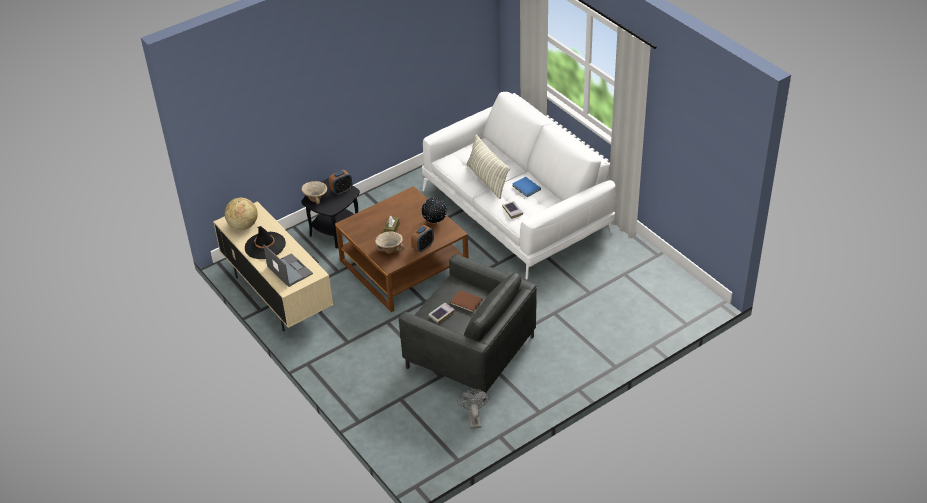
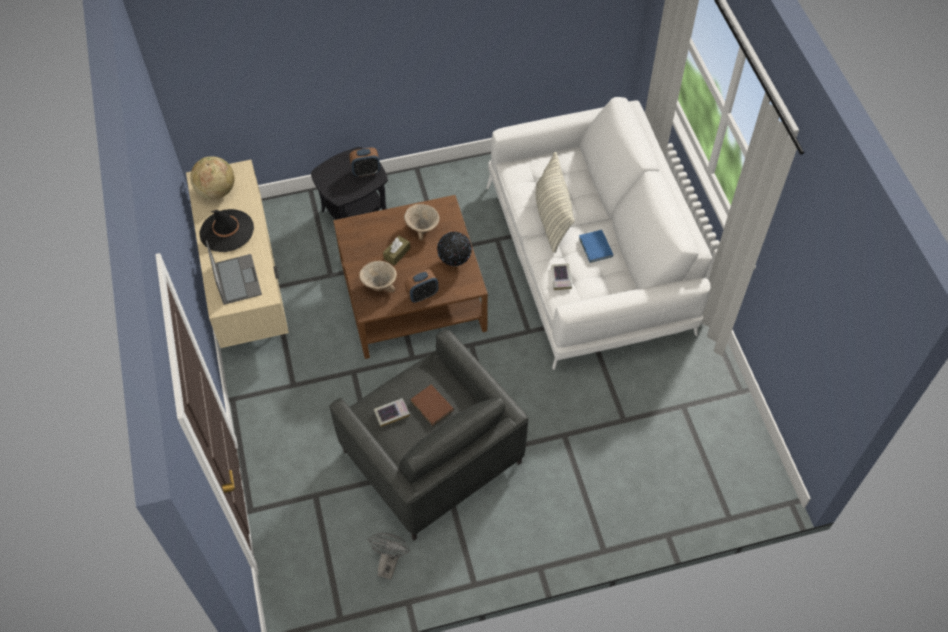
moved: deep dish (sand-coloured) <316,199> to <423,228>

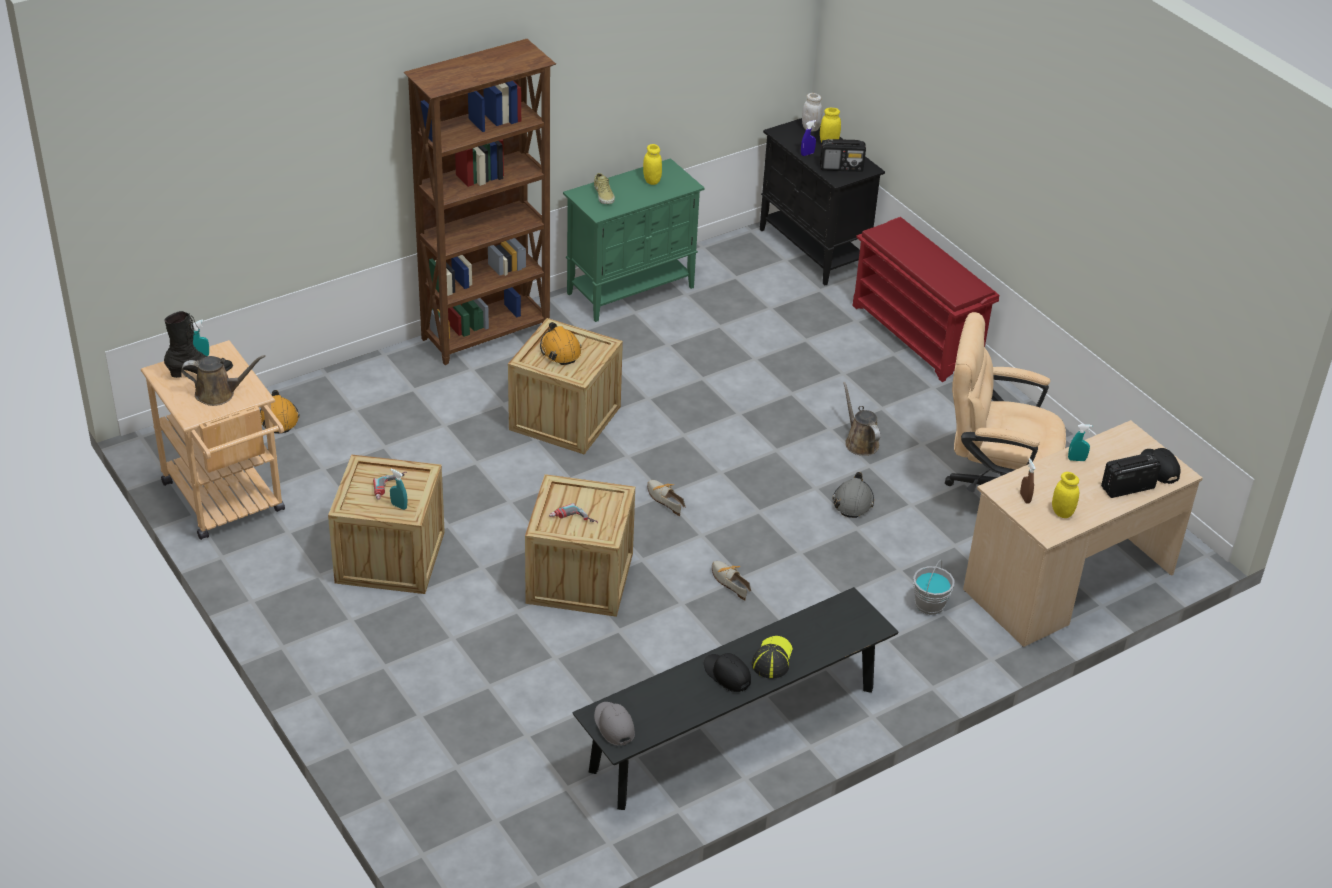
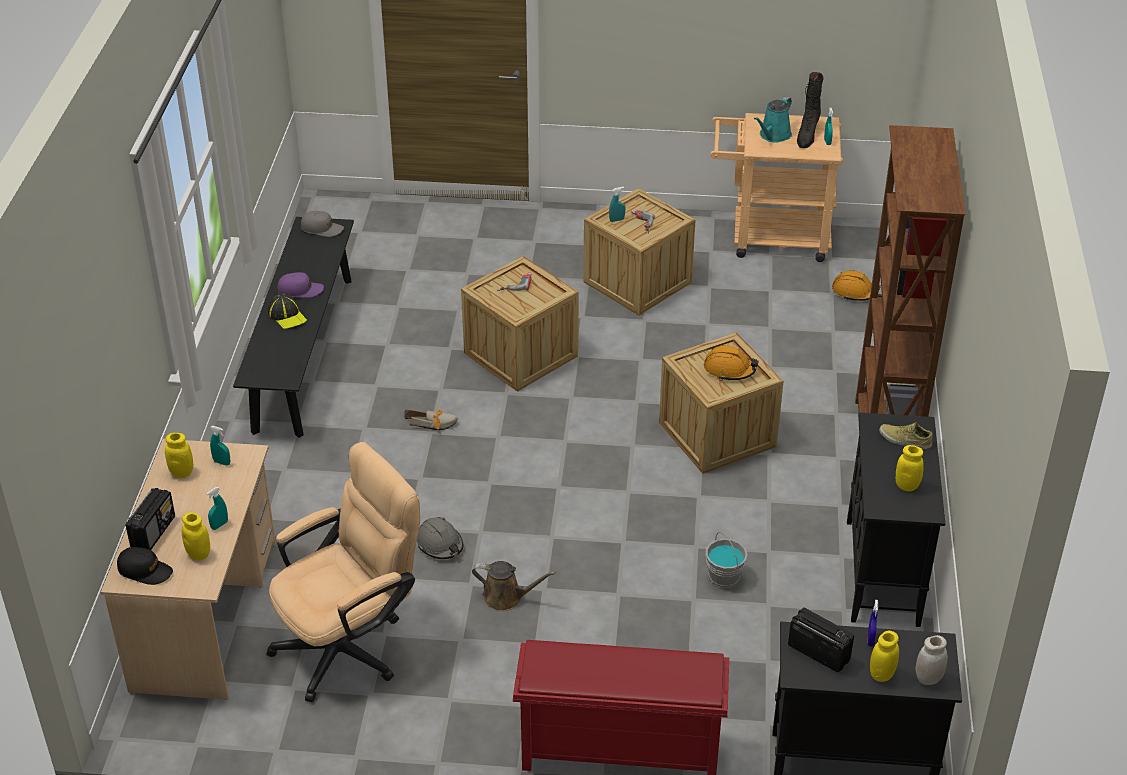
removed: item of footwear <664,498>
added: storage jar (yellow) <198,554>
moved: pail (greyish) <930,604> to <723,577>
recoloured: watering can (brown) <219,393> to watering can (turquoise-coloured) <773,136>; cupboard (greenish) <631,290> to cupboard (blackish) <882,573>; baseball cap (blackish) <727,675> to baseball cap (purple) <300,290>; spray bottle (brown) <1025,498> to spray bottle (turquoise-coloured) <222,462>
turned: radio receiver <841,167> = <818,652> 90 degrees clockwise

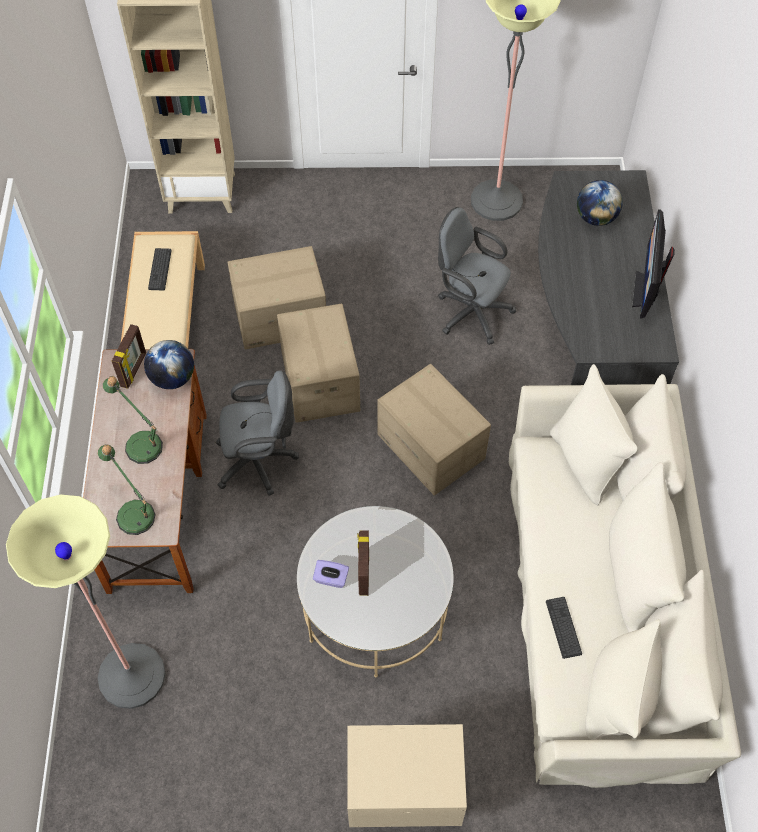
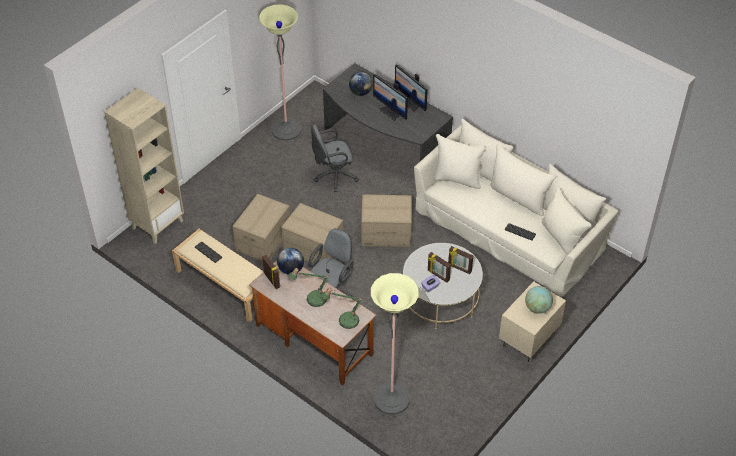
added: computer screen <391,112>; picture frame <459,268>; world globe <537,308>

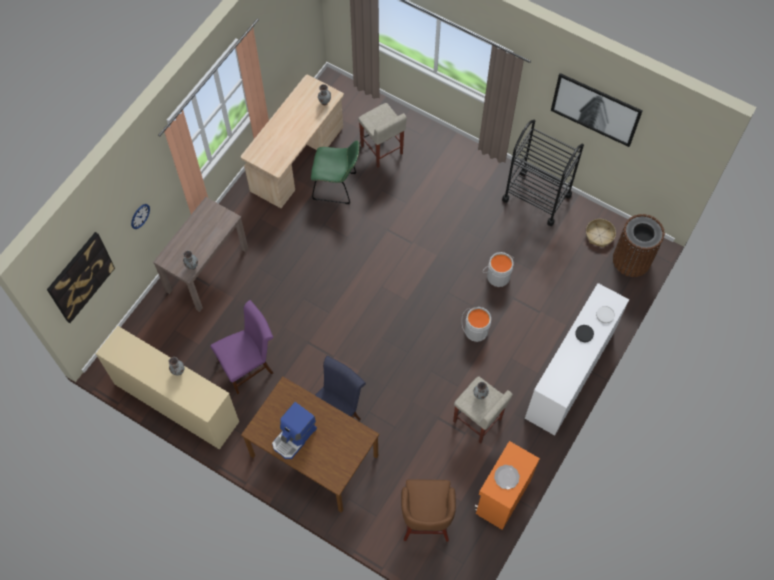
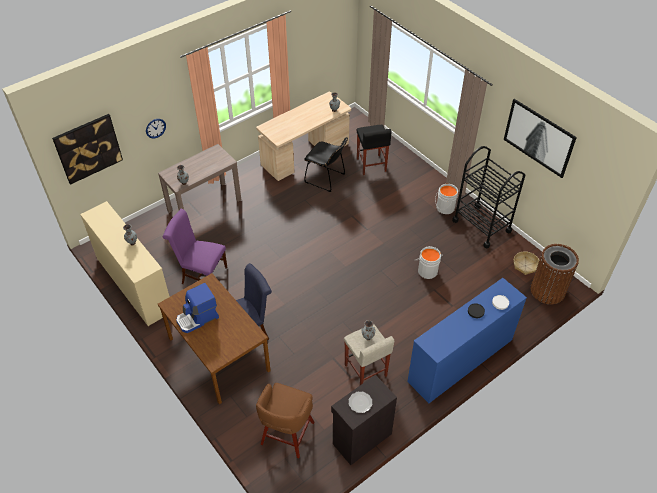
moved: pail (greyish) <475,331> to <444,208>
recoloured: upright chair (greenish) <337,186> to upright chair (blackish) <326,179>; stool (sand-coloured) <382,150> to stool (blackish) <371,165>; cupboard (orangey) <501,497> to cupboard (blackish) <361,438>; chest of drawers (white) <569,375> to chest of drawers (blue) <460,360>
turned: upright chair (purple) <249,365> = <201,275> 150 degrees counterclockwise

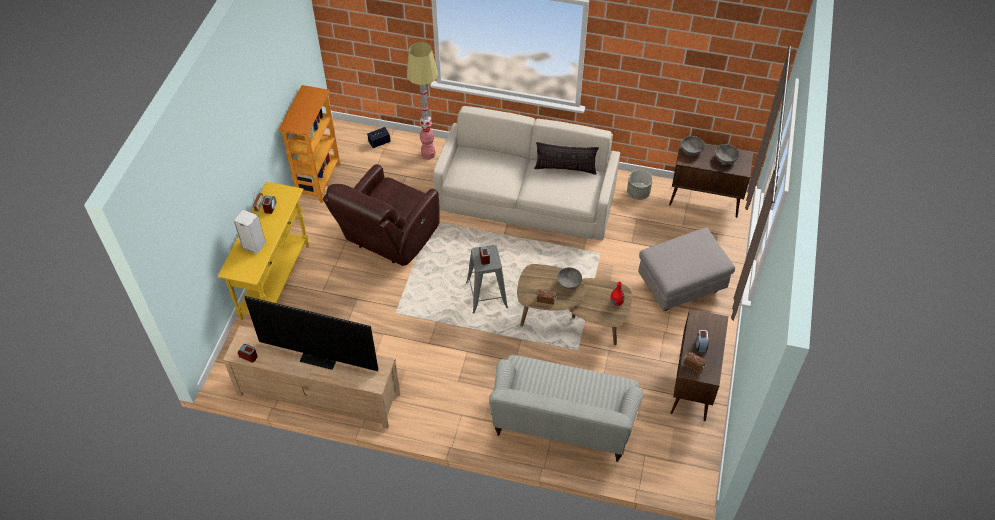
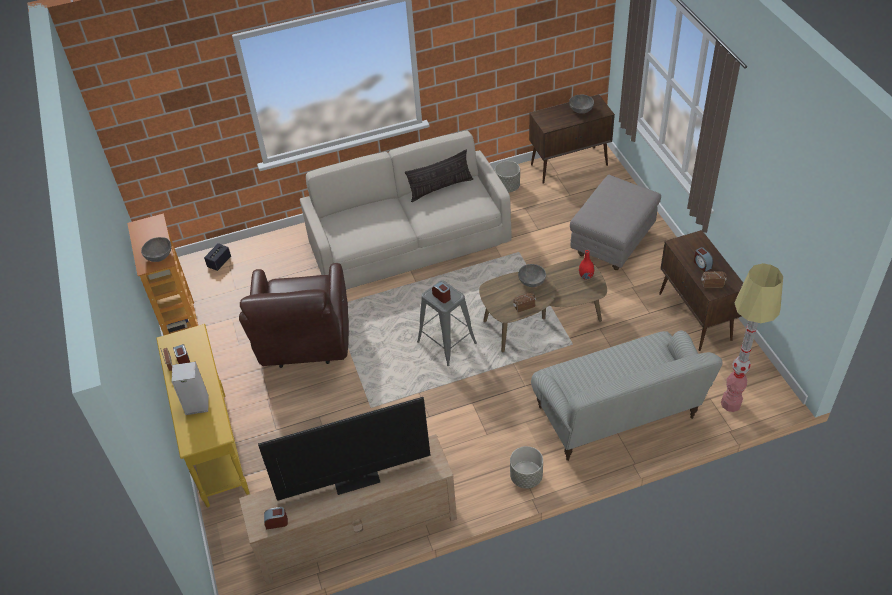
added: planter (greyish) <526,477>
moved: floor lamp <428,154> to <731,403>; deep dish (greyish) <691,150> to <159,255>

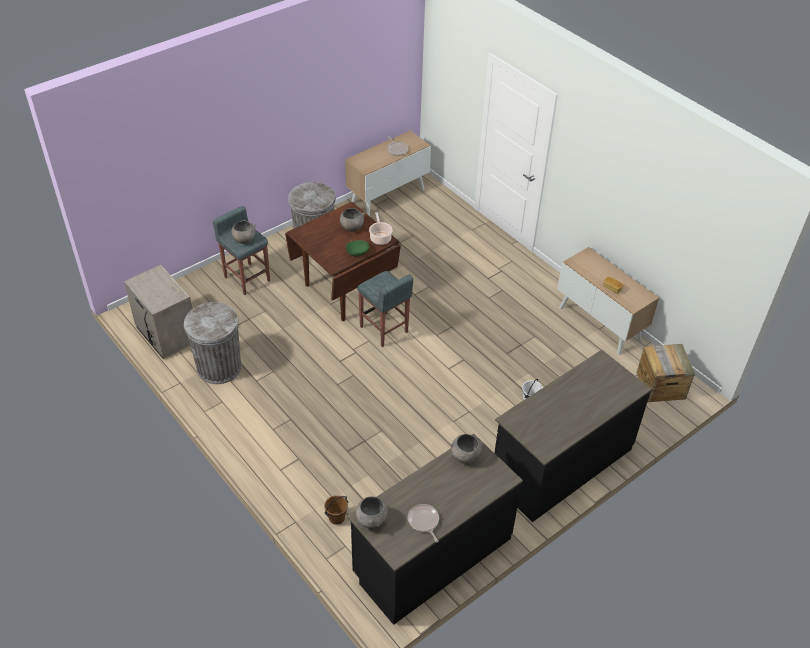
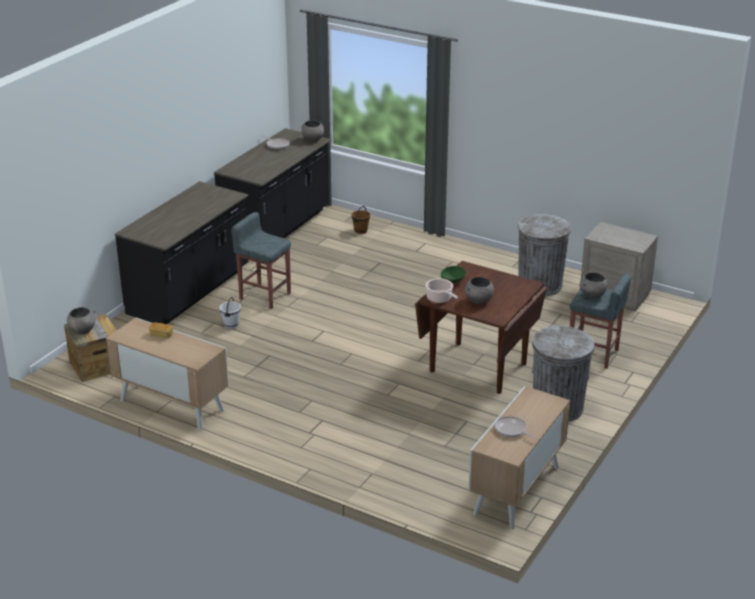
moved: stool (greyish) <384,330> to <264,296>; deep dish (greyish) <465,457> to <82,330>

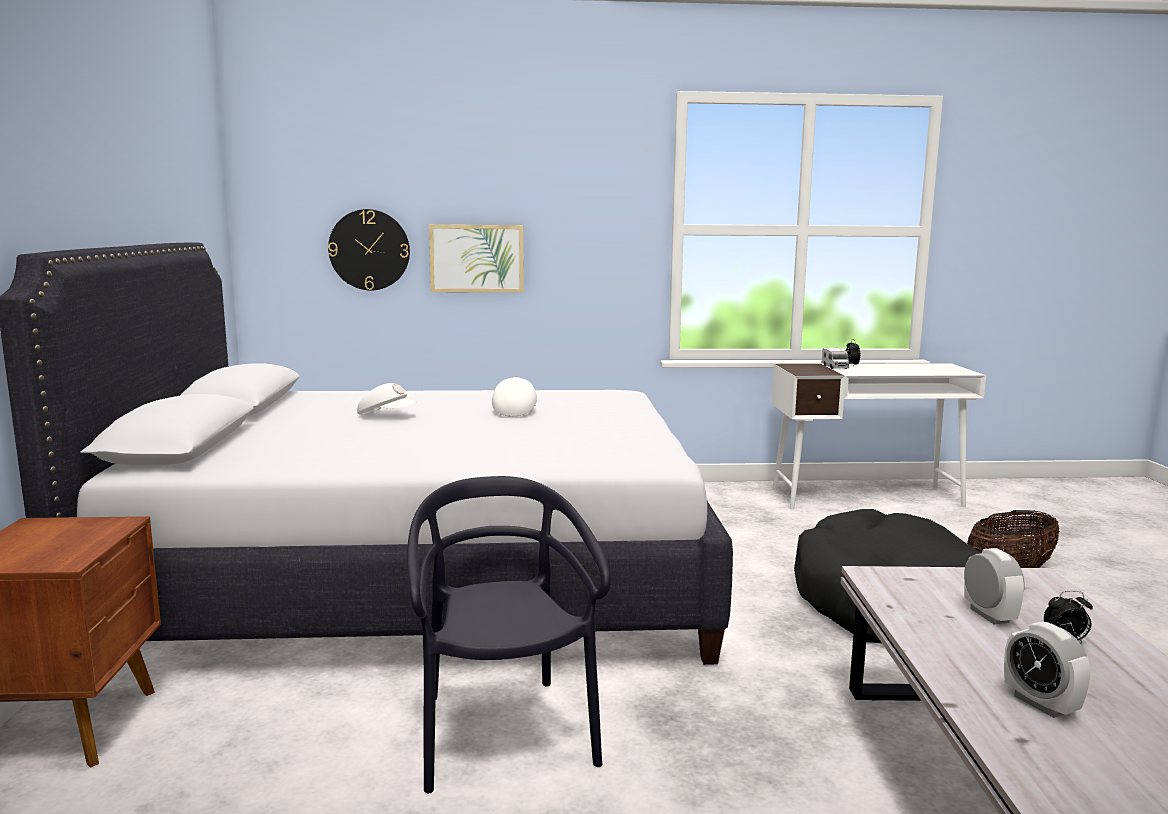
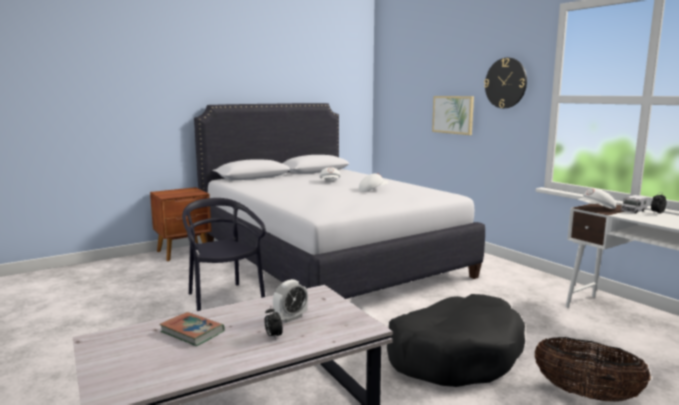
added: baseball cap (white) <596,209>
moved: wall clock <369,250> to <505,83>
replaced: bedside clock <1040,704> to bound book <192,332>
turned: upright chair (blackish) <502,734> = <223,300> 75 degrees counterclockwise

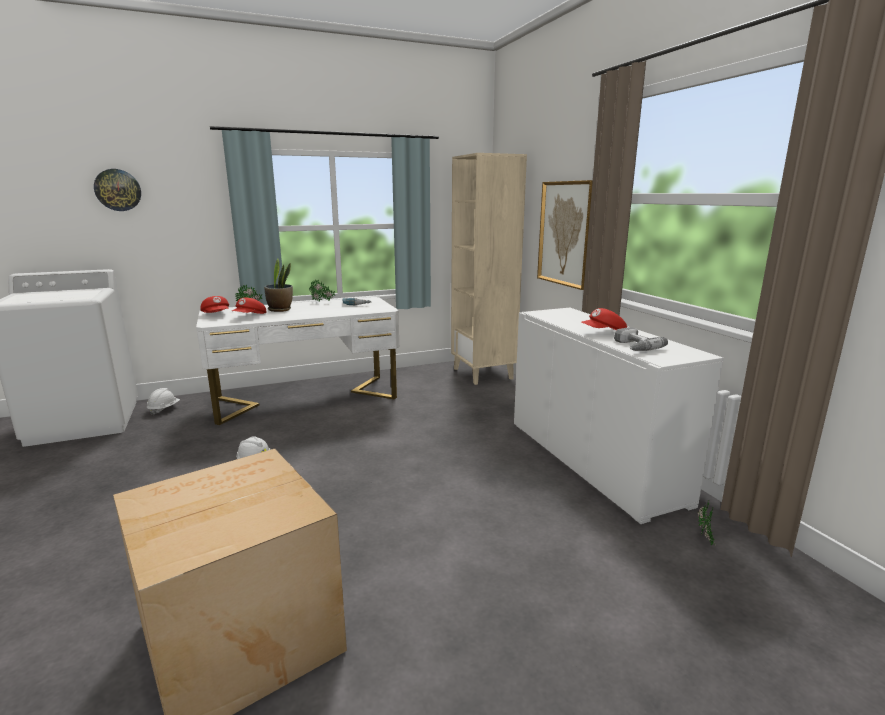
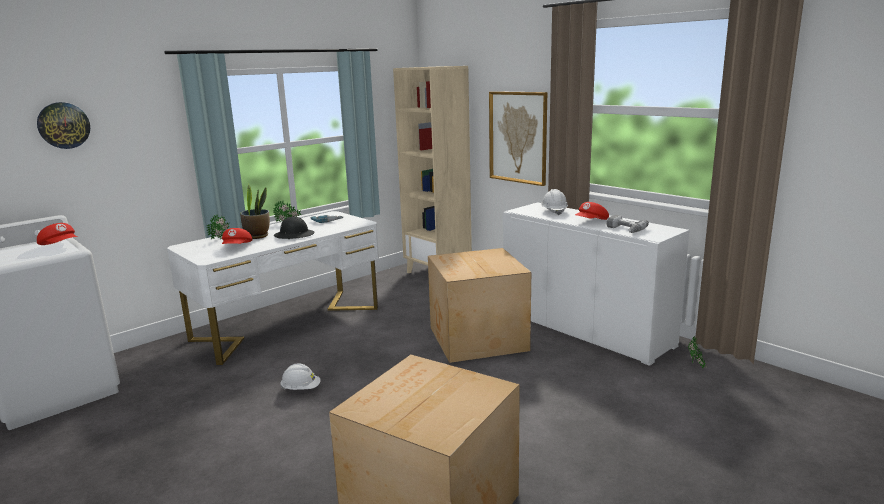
added: work helmet (blackish) <294,235>; cardboard box <477,339>
moved: work helmet (white) <164,409> to <554,211>; baseball cap (reddish) <217,314> to <60,246>

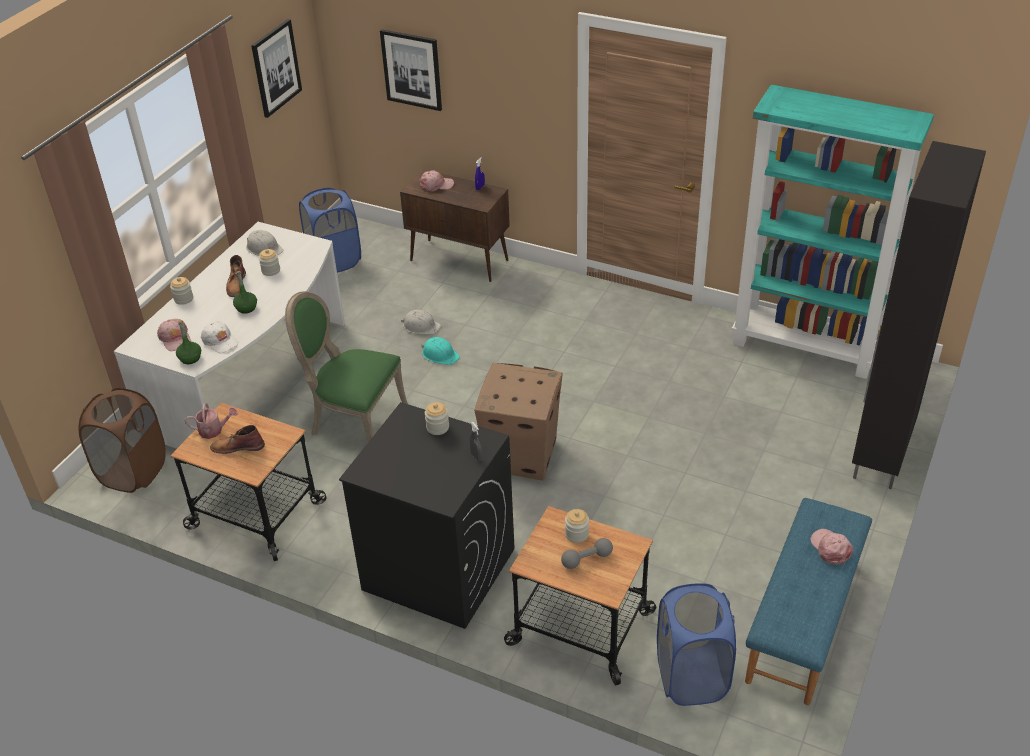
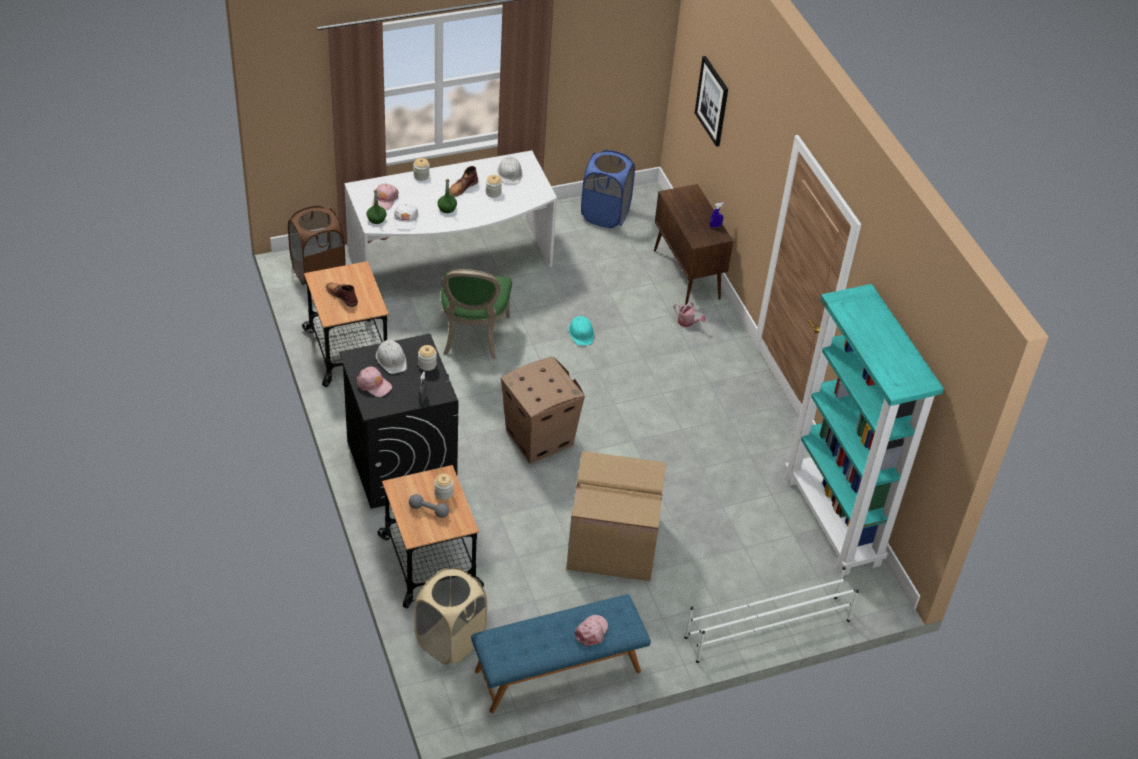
removed: wall picture <276,68>
added: cardboard box <611,543>
moved: watering can <214,430> to <687,322>; work helmet (white) <421,326> to <391,359>; baseball cap (pinkish) <436,185> to <374,385>
replaced: cupboard (blackish) <881,454> to shoe shelf (white) <766,628>
recoloured: washing basket (blue) <691,677> to washing basket (sand-coloured) <450,640>
turned: upright chair (greenish) <354,421> = <473,337> 150 degrees counterclockwise

